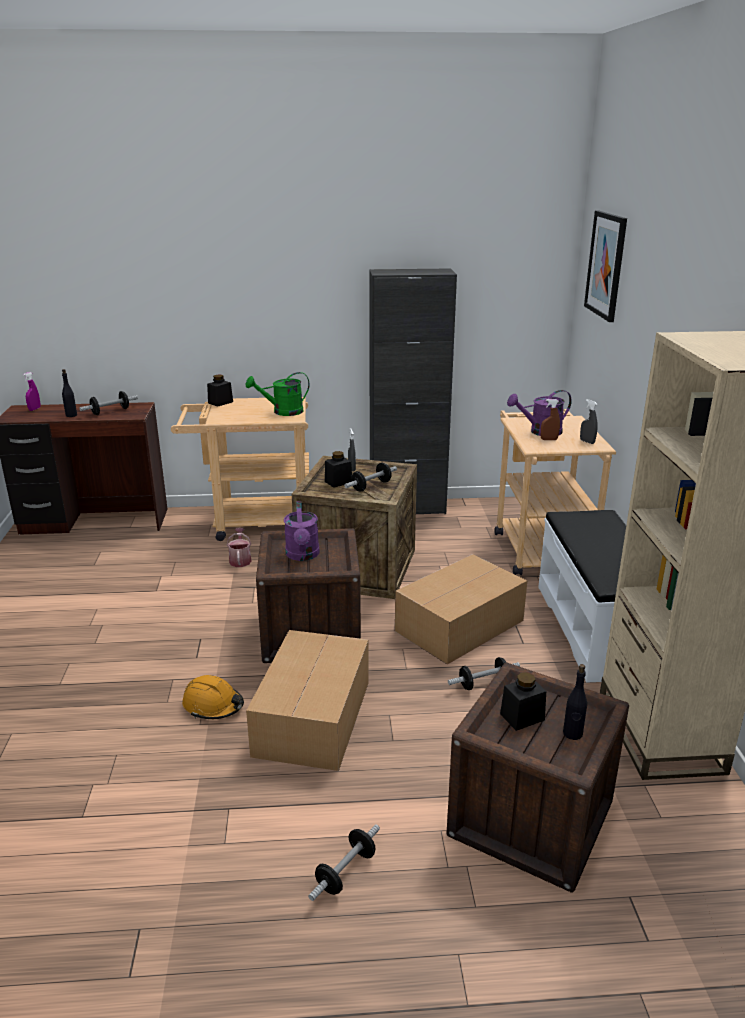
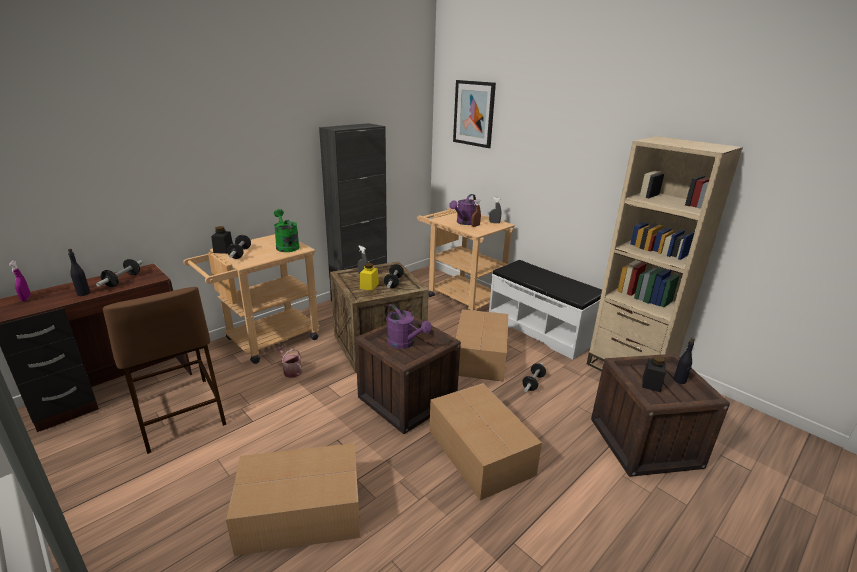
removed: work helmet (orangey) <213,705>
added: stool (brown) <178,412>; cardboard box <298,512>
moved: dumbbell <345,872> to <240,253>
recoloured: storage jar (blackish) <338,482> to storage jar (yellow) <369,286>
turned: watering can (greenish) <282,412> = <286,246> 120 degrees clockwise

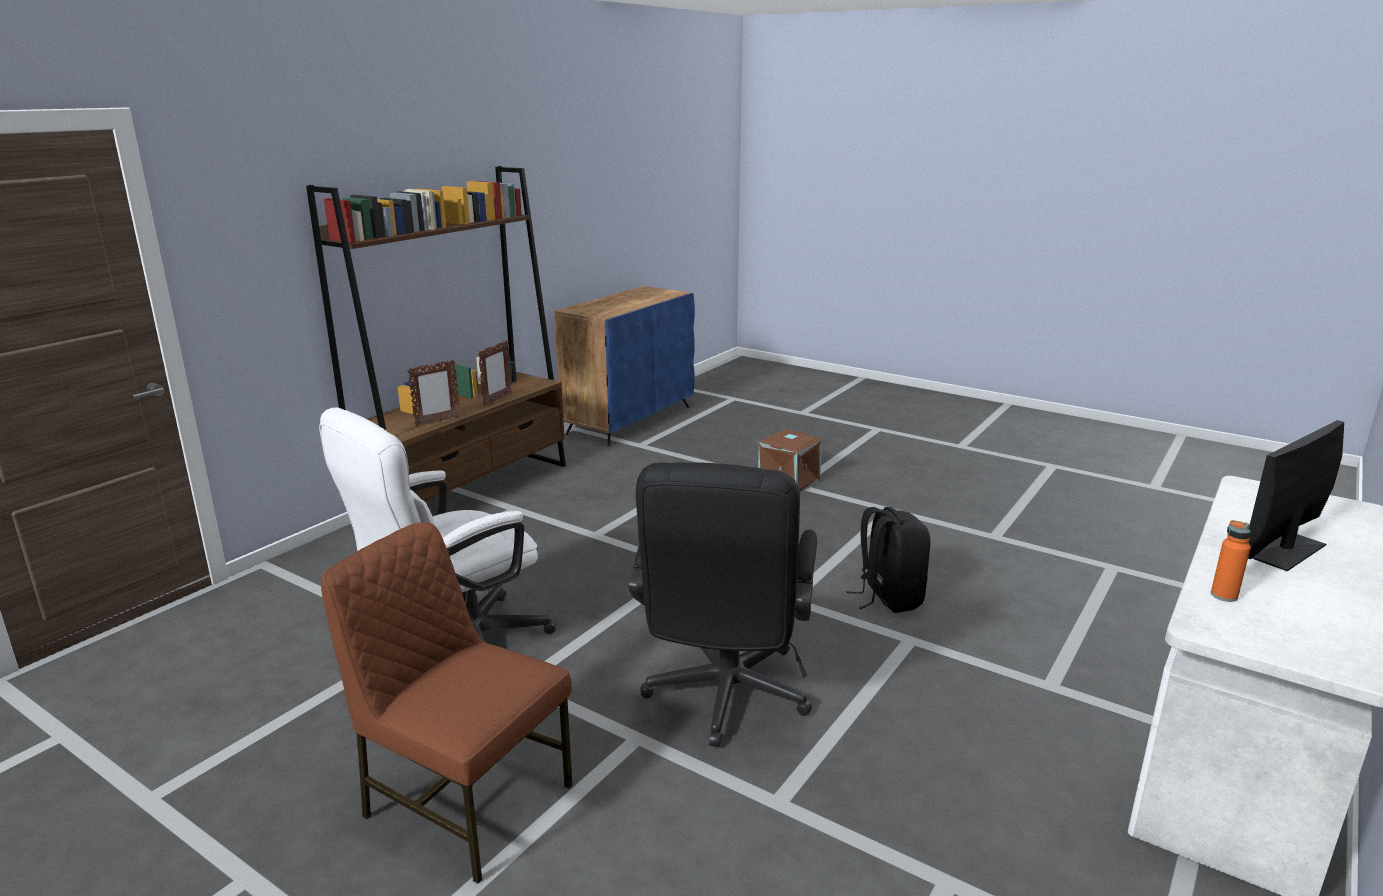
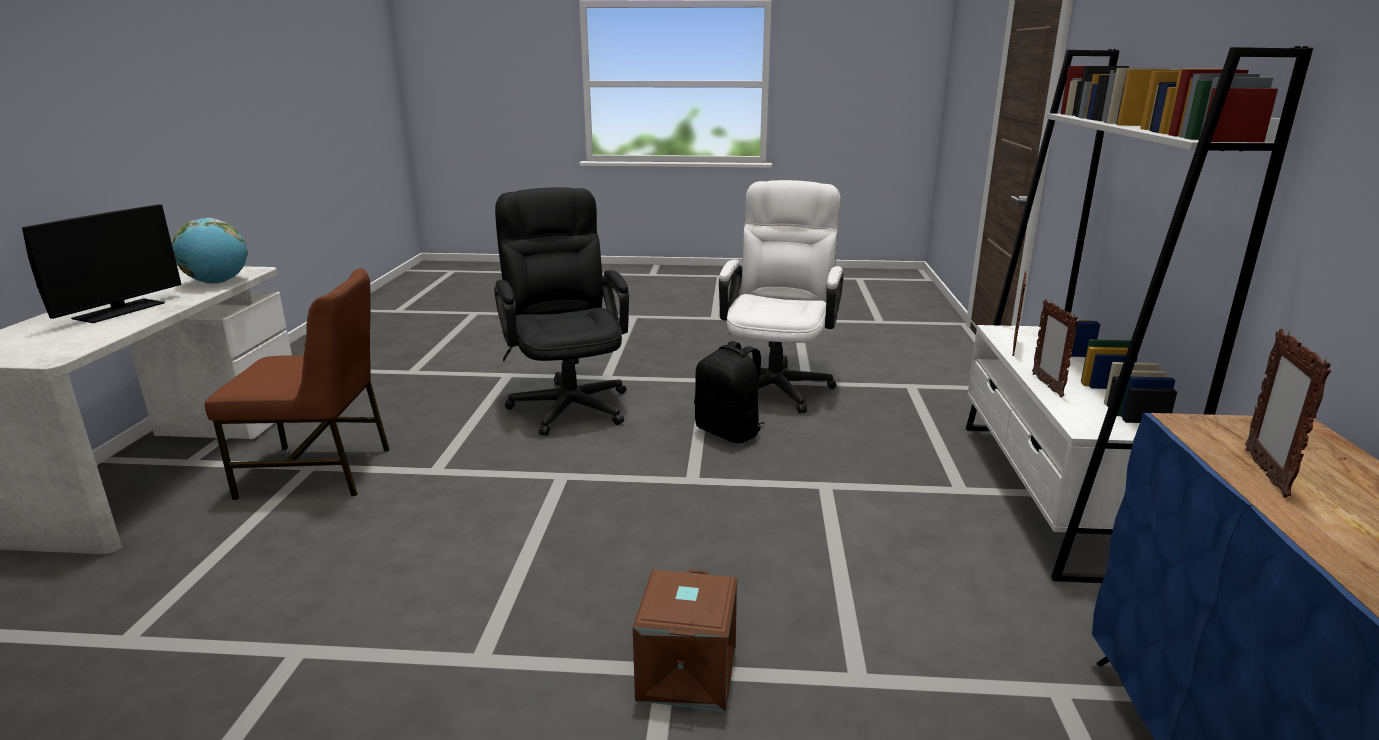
added: picture frame <1265,473>
moved: upright chair (brown) <465,801> to <319,472>; knapsack (blackish) <888,597> to <729,432>
replaced: beverage bottle (orangey) <1224,595> to world globe <217,282>
recoloured: bookshelf (brown) <469,492> to bookshelf (white) <1049,494>

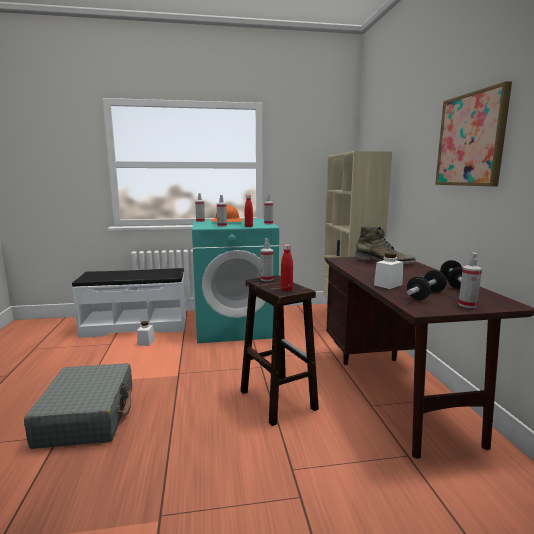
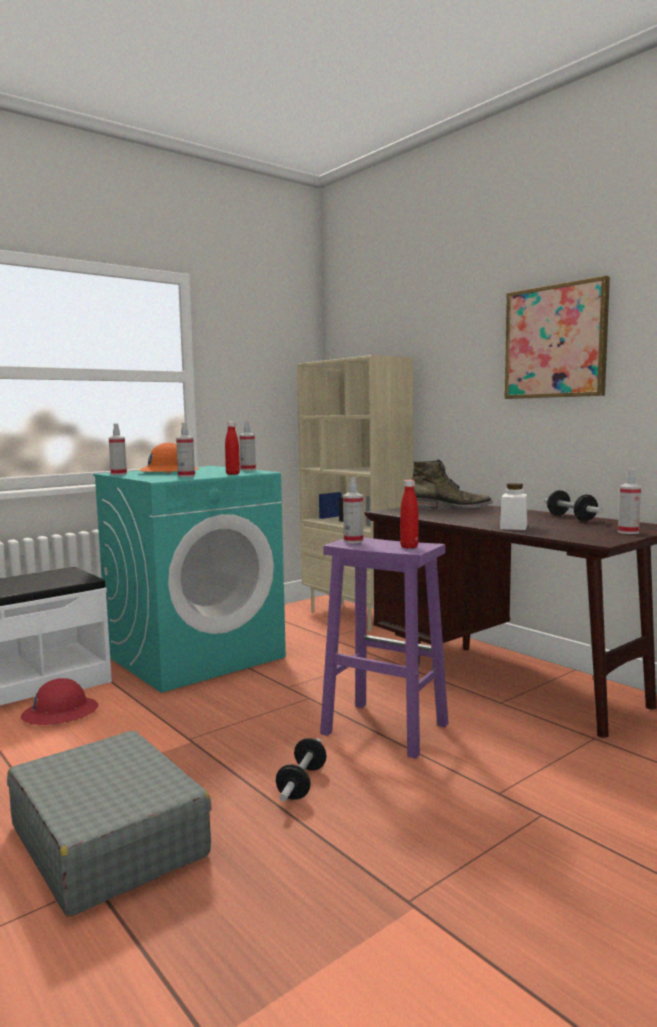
moved: dumbbell <425,295> to <302,783>
replaced: storage jar (white) <146,342> to work helmet (reddish) <60,713>
recoloured: stool (brown) <277,399> to stool (purple) <383,729>

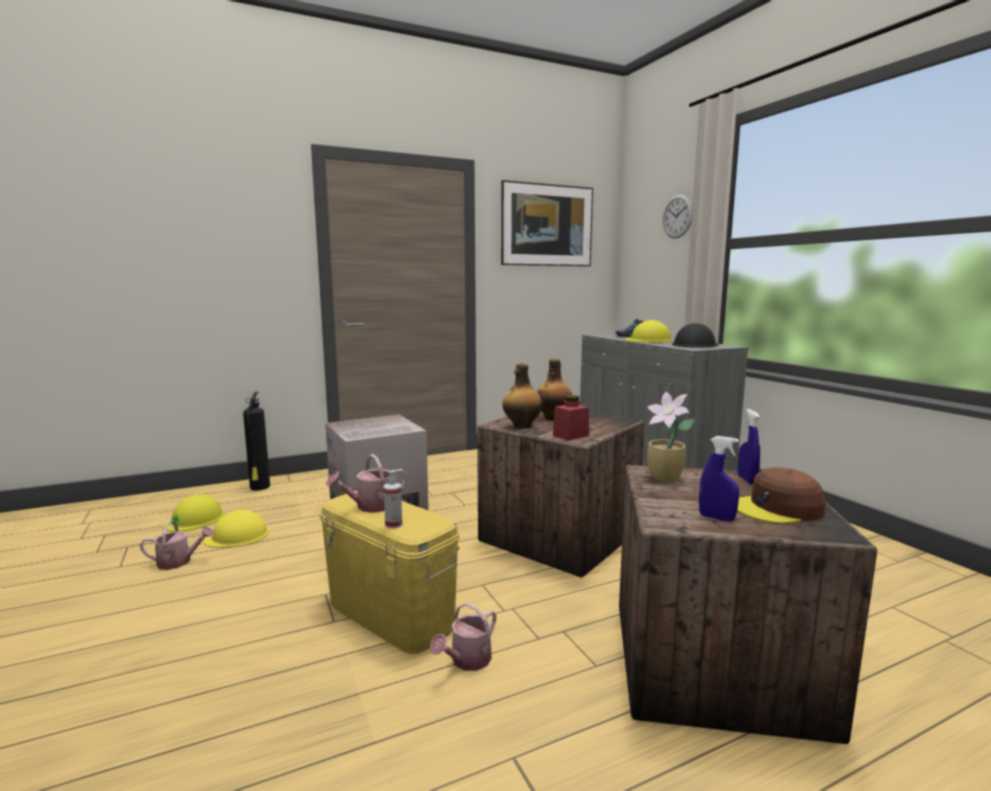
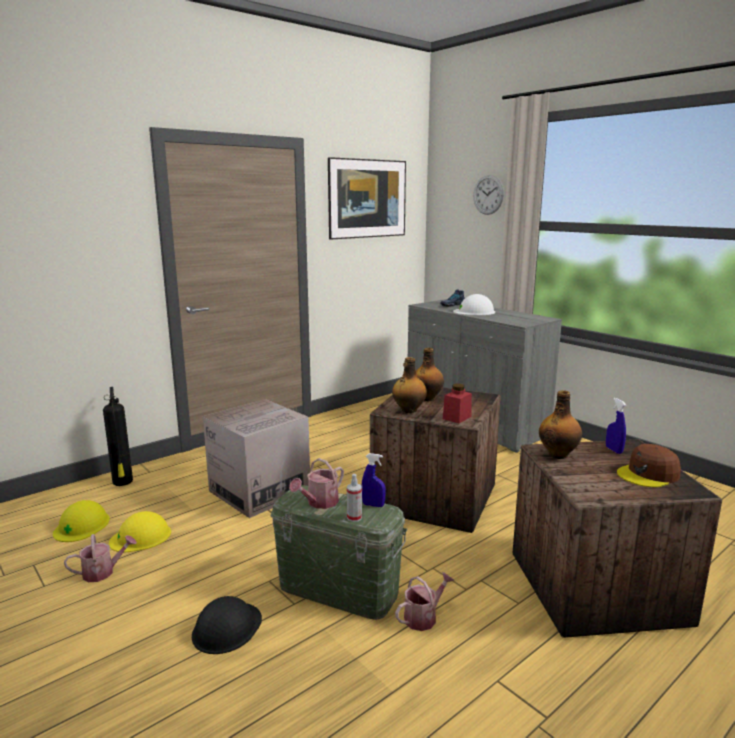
moved: work helmet (blackish) <695,344> to <227,627>; spray bottle (blue) <716,518> to <373,505>
replaced: houseplant <665,477> to beverage bottle <558,454>
recoloured: storage bin (yellow) <390,614> to storage bin (greenish) <338,589>; work helmet (yellow) <648,340> to work helmet (white) <474,312>
turned: watering can <467,661> = <423,617> 150 degrees counterclockwise

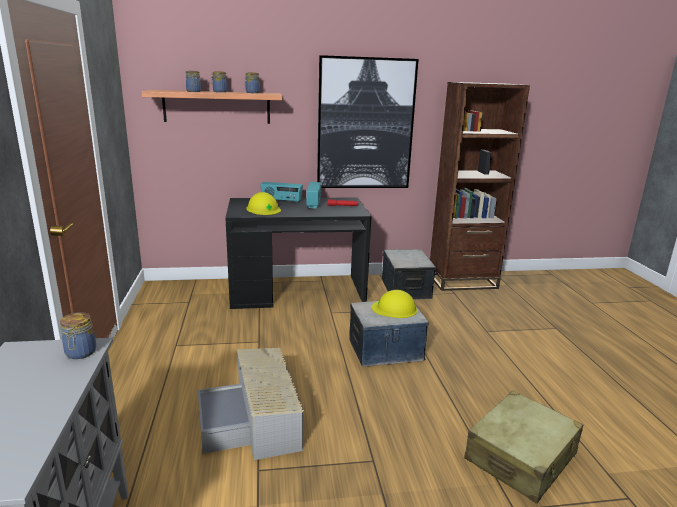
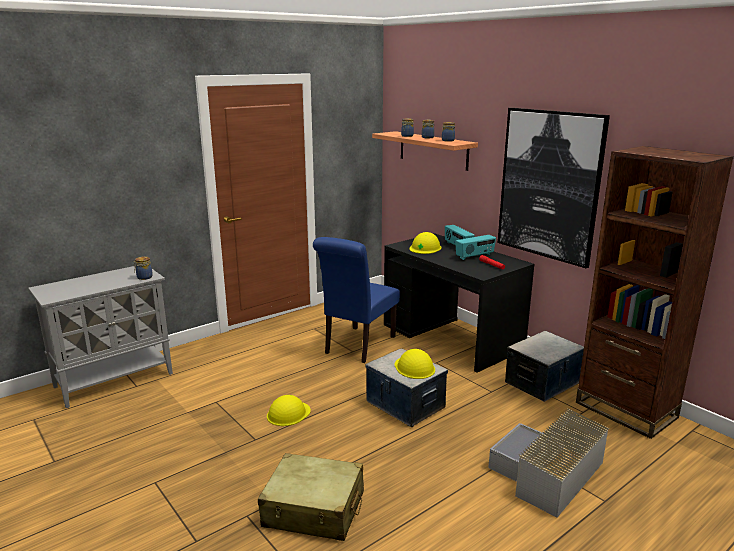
added: work helmet (yellow) <288,413>; upright chair (blue) <357,346>
moved: storage bin (greyish) <254,421> to <547,474>

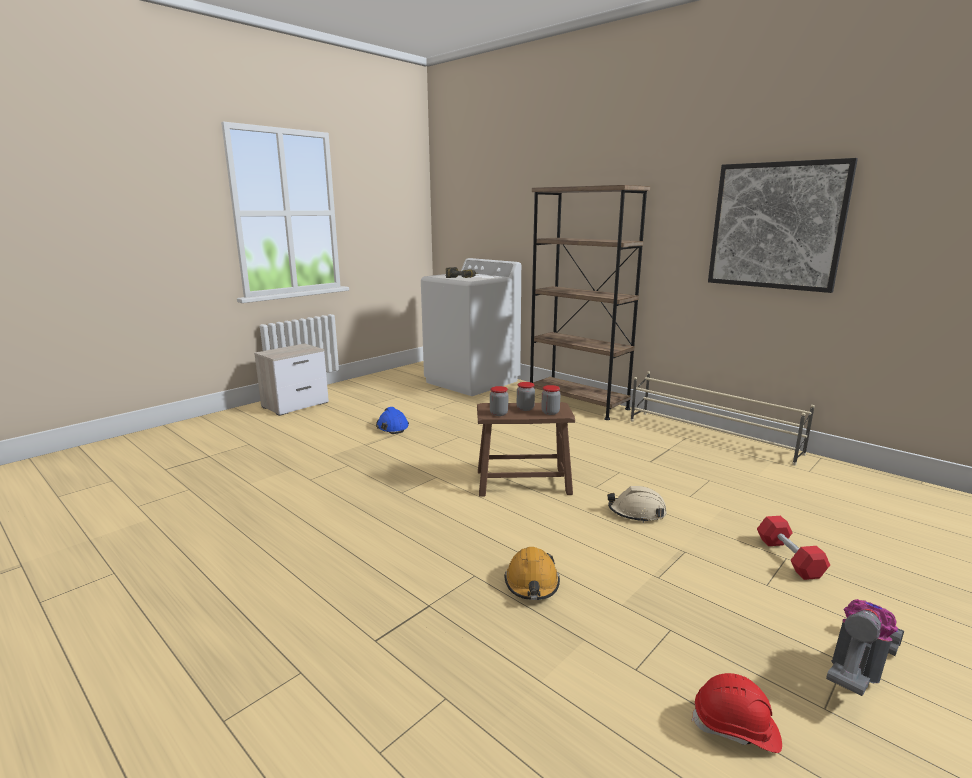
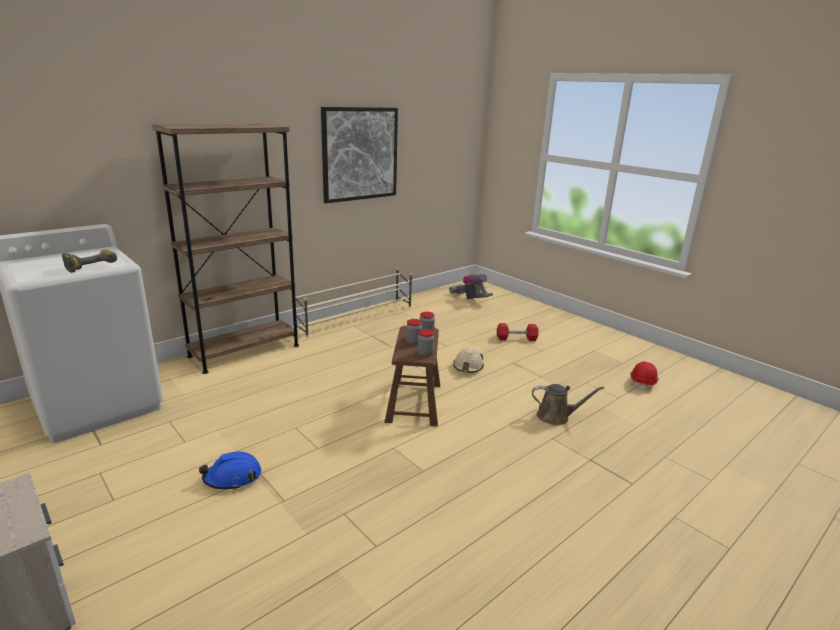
moved: hoover <858,670> to <470,299>
replaced: work helmet (orangey) <532,583> to watering can (brown) <556,417>

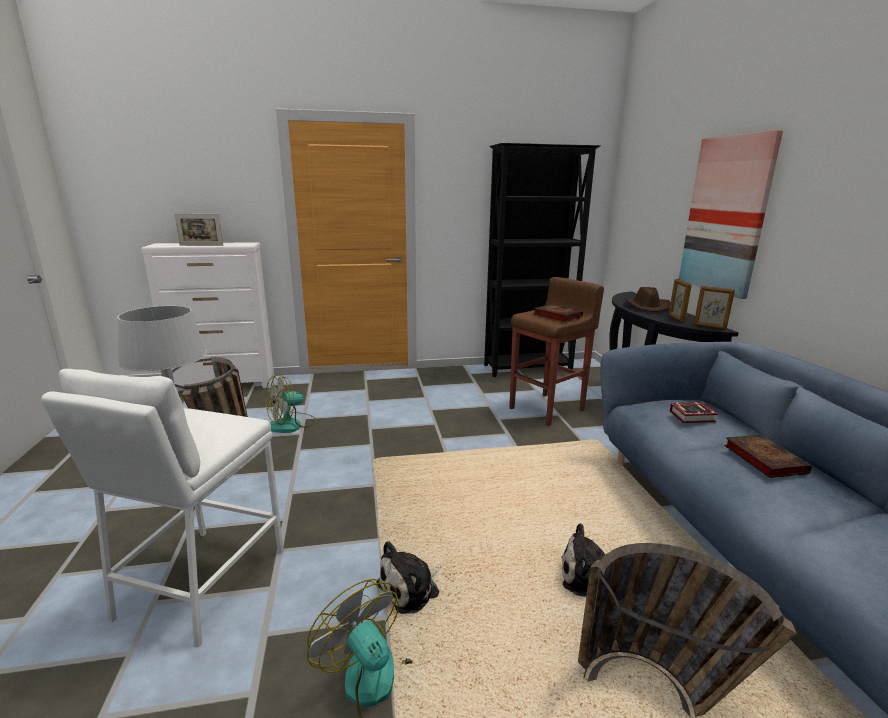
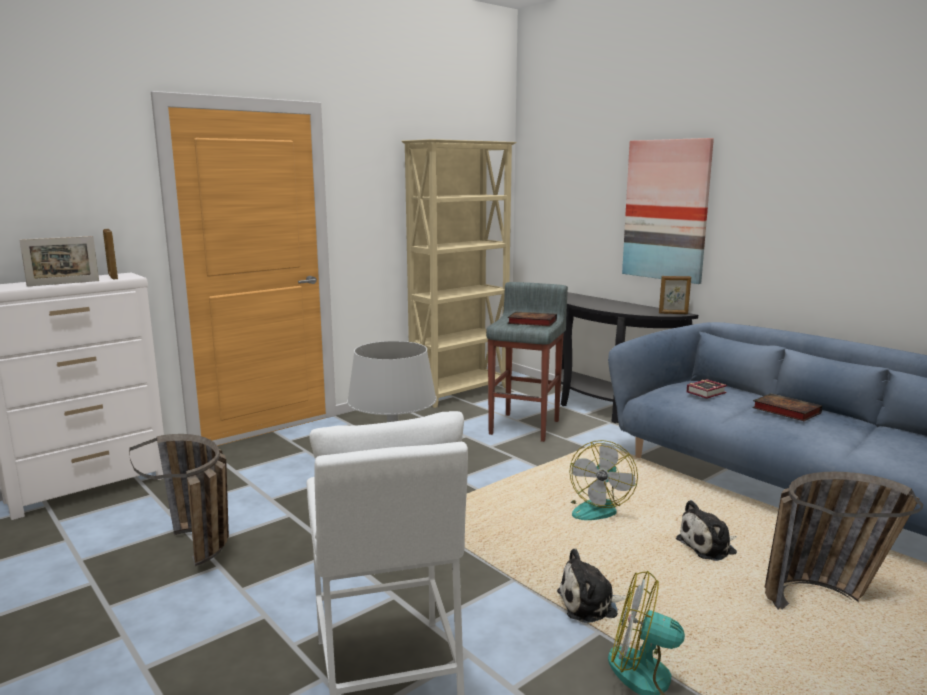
removed: wearable hat (brown) <647,306>
moved: electric fan <292,425> to <596,508>; picture frame <676,318> to <113,277>
recoloured: bookshelf (blackish) <528,369> to bookshelf (sand-coloured) <461,392>; stool (brown) <548,409> to stool (greyish) <526,426>
turned: soft toy <411,588> = <591,604> 60 degrees clockwise

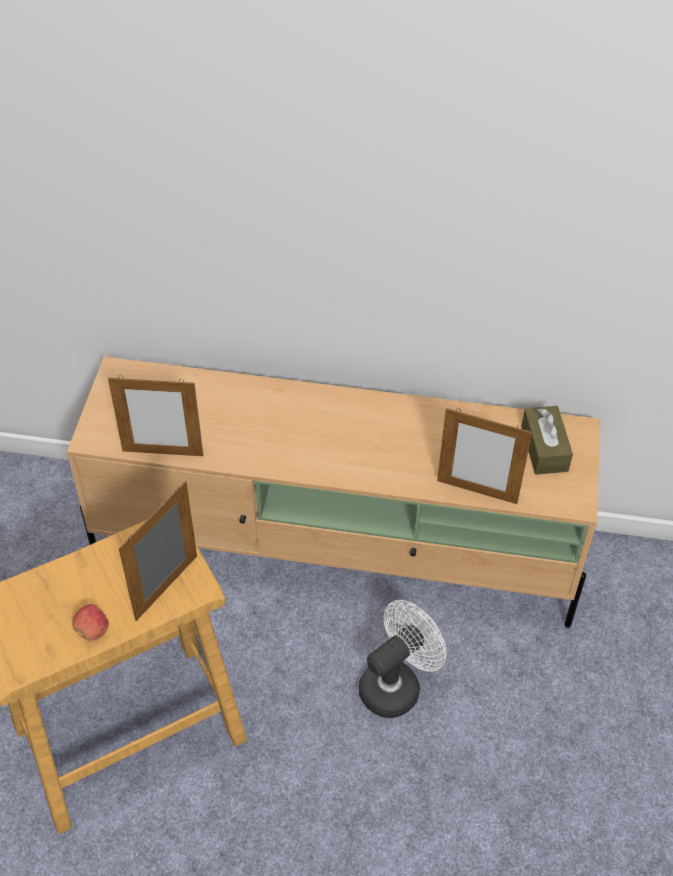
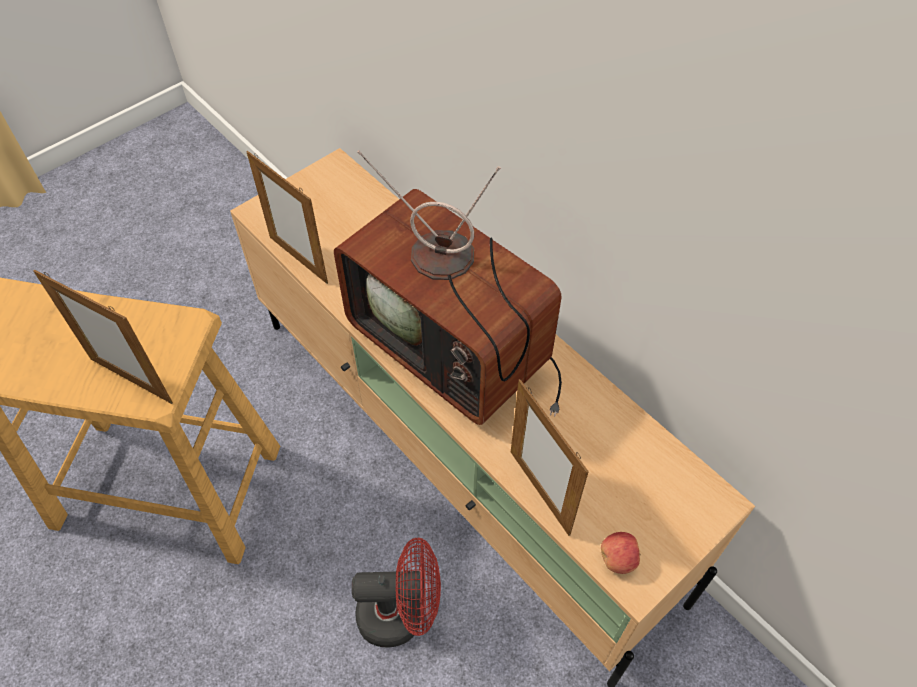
removed: tissue box (brown) <544,448>
added: TV <457,347>
moved: apple fruit <93,630> to <618,559>
recoloured: electric fan (white) <396,684> to electric fan (reddish) <401,613>
turned: picture frame <166,587> = <131,380> 135 degrees counterclockwise

